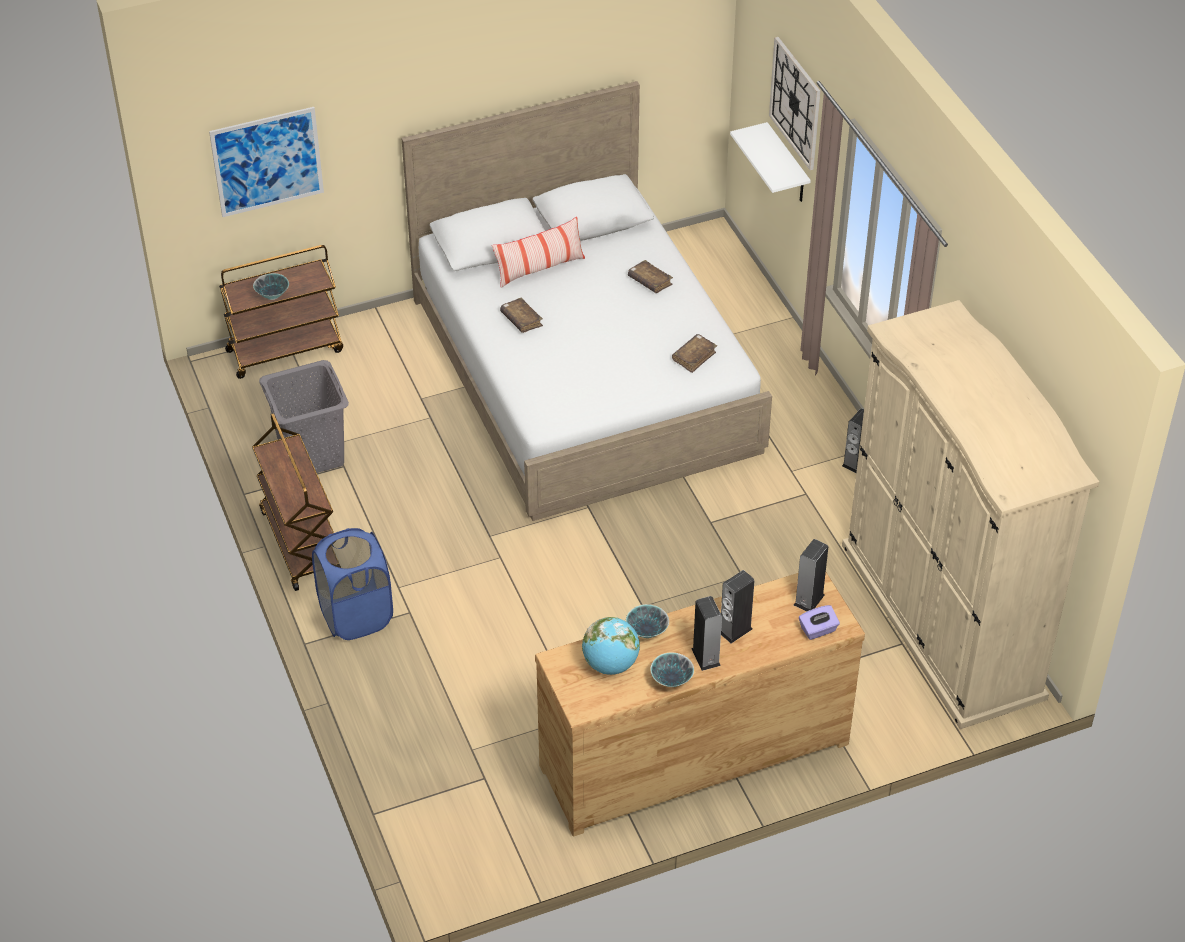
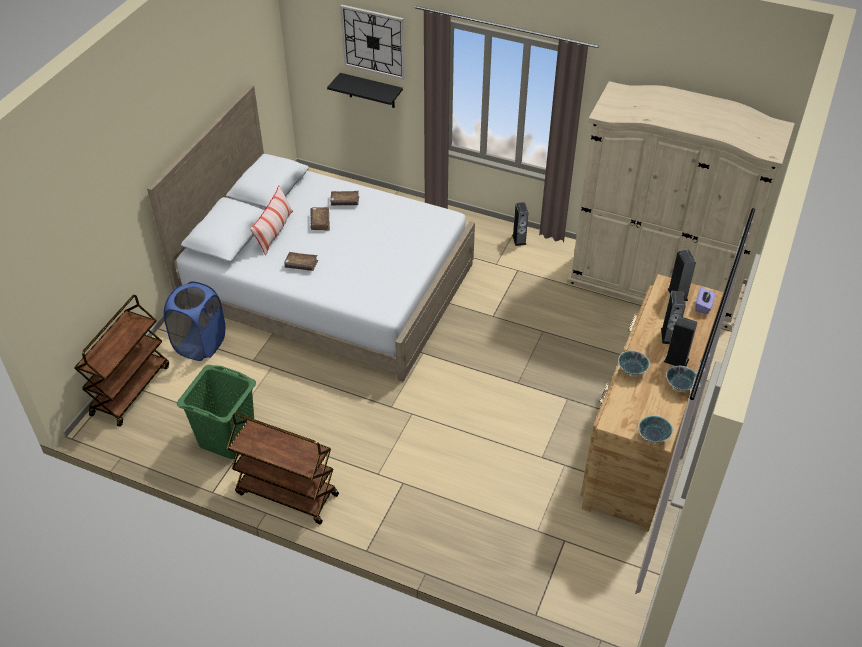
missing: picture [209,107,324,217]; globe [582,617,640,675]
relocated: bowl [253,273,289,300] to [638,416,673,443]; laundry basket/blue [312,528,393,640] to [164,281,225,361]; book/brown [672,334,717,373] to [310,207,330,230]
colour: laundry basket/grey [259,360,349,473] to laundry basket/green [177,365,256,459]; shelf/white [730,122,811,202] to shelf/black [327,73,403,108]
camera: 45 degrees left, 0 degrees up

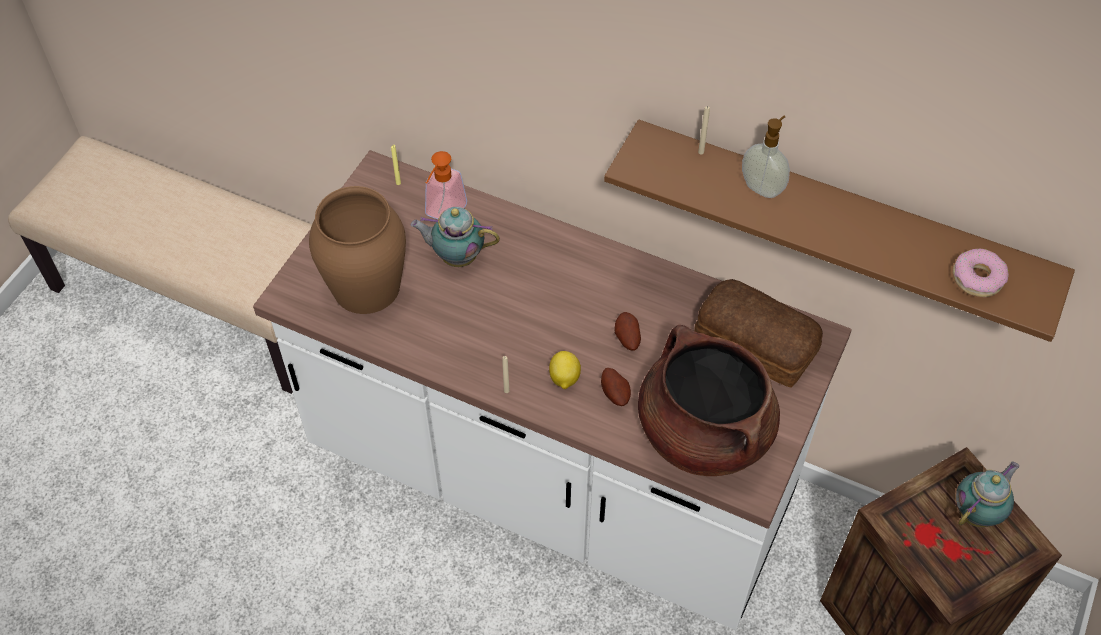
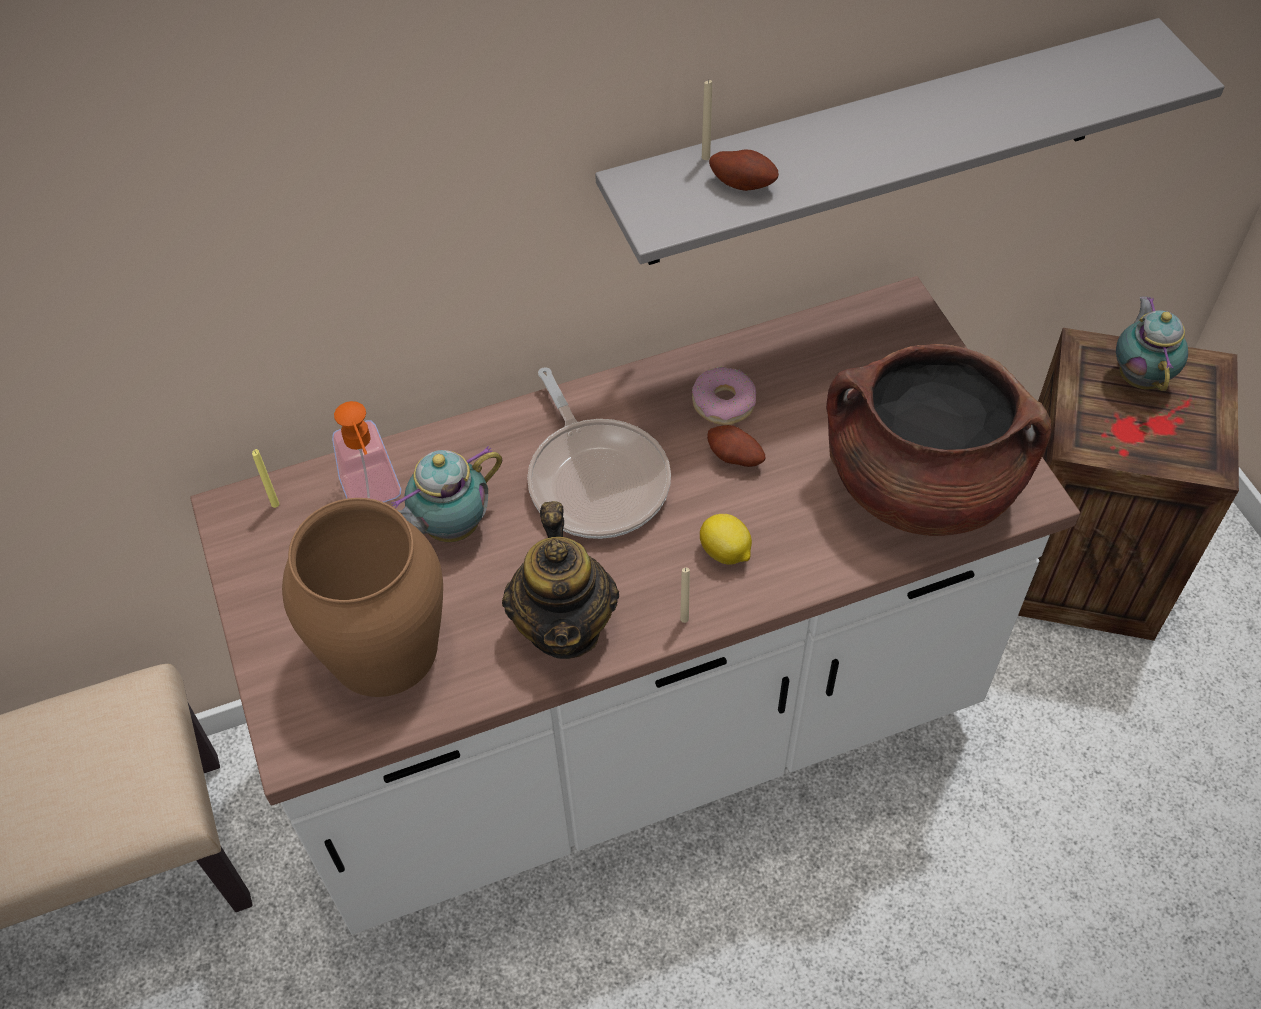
missing: bread [694,279,823,387]; soap dispenser [742,116,790,198]
appeared: teapot [502,501,619,659]; frying pan [527,367,671,539]
relocated: potato [601,368,631,406] to [709,150,779,191]; donut [953,249,1009,297] to [692,367,756,425]
colour: shelf/brown [604,120,1075,342] to shelf/grey [595,18,1225,265]
camera: 45 degrees left, 0 degrees up

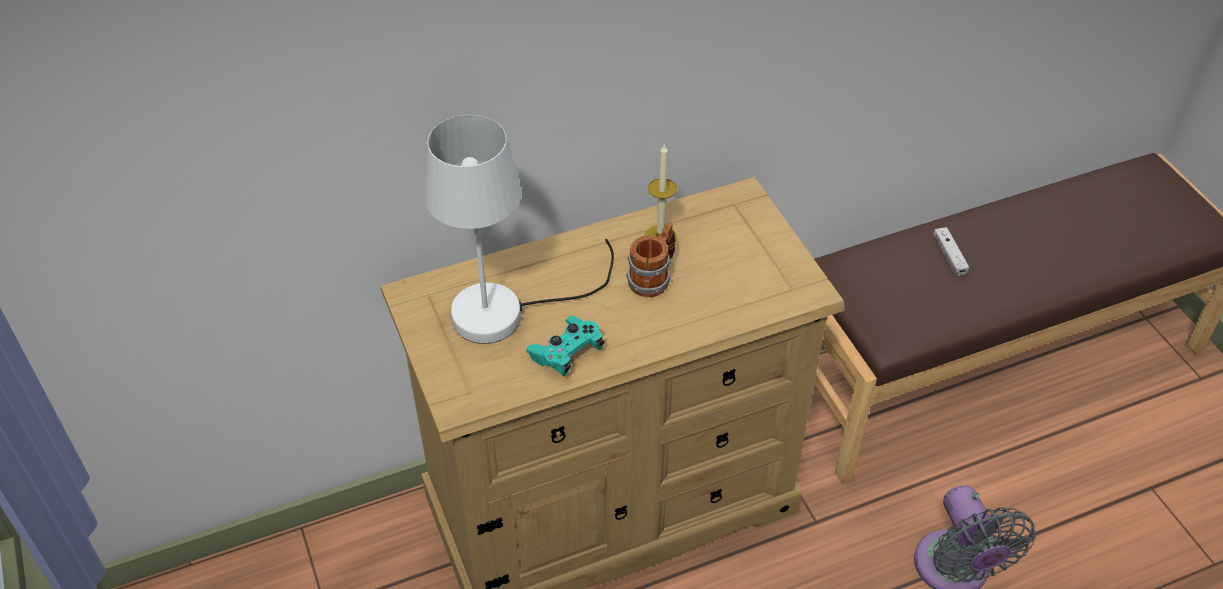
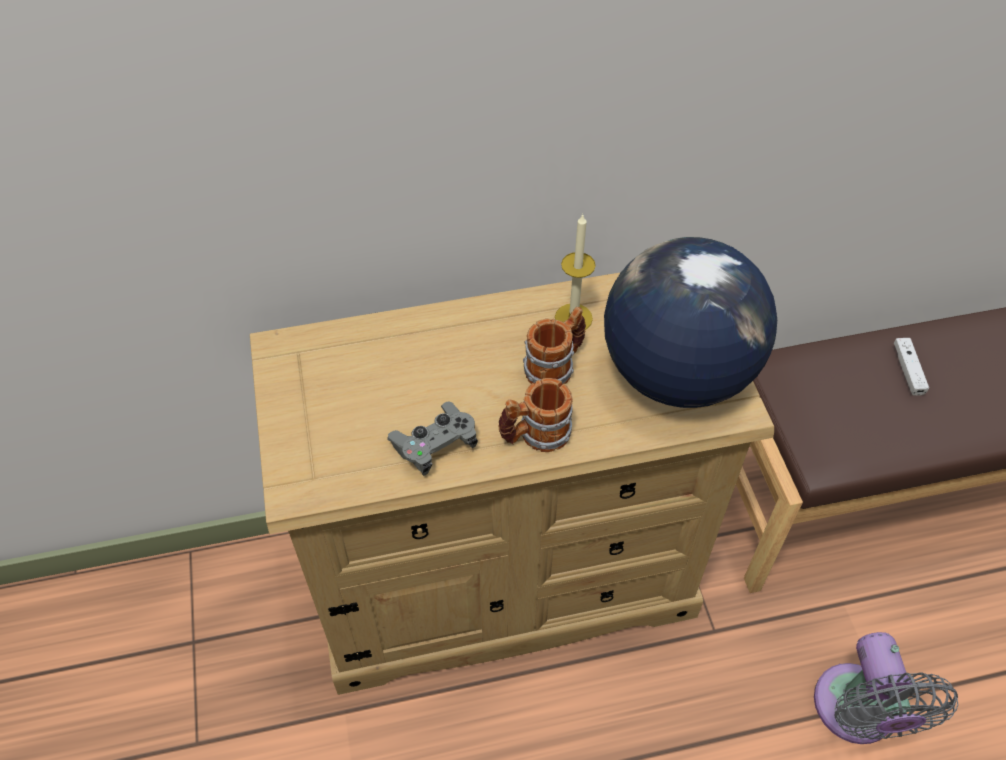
missing: table lamp/white [424,115,614,344]
appeared: mug [499,378,573,452]; globe [604,237,777,408]
colour: game controller/turquoise [526,316,604,376] to game controller/grey [387,401,478,476]
camera: 10 degrees right, 5 degrees up

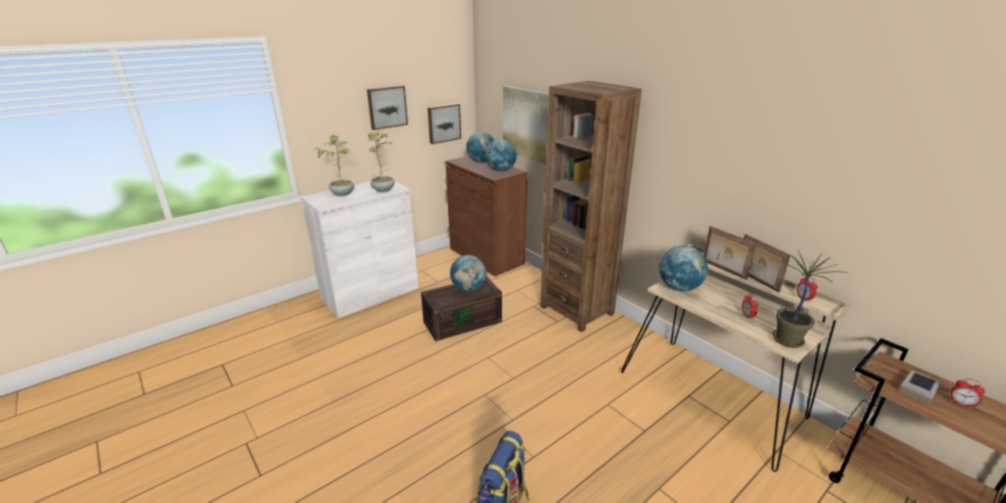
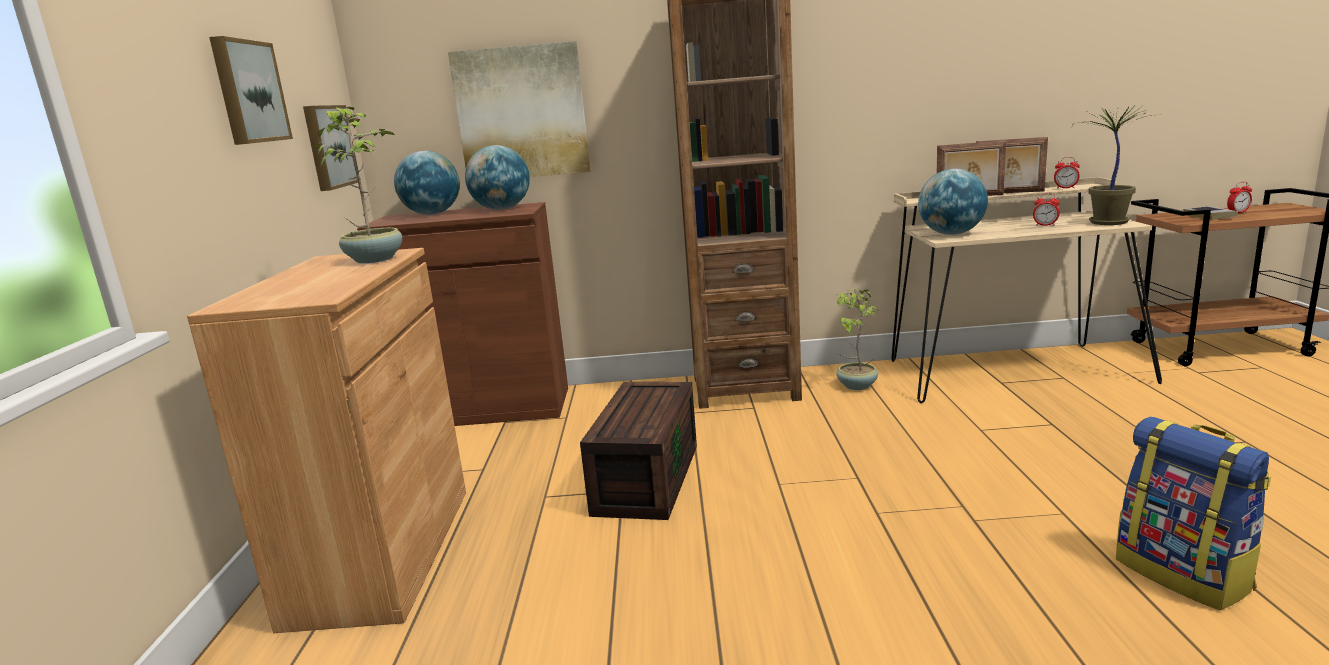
missing: globe [450,255,486,291]
relocated: potted plant [315,134,354,196] to [834,289,880,390]
colour: cabinet/white [301,181,419,318] to cabinet/brown [187,248,466,633]
camera: 50 degrees left, 10 degrees down

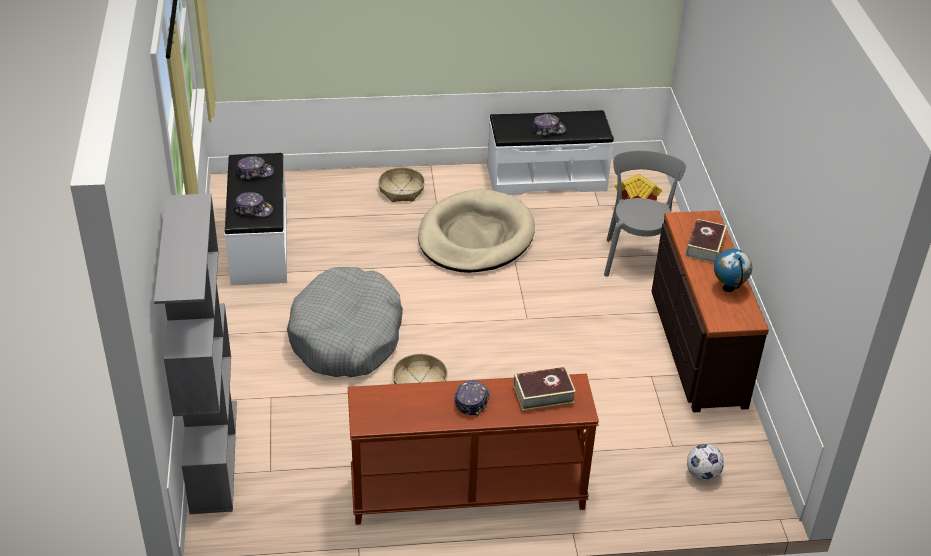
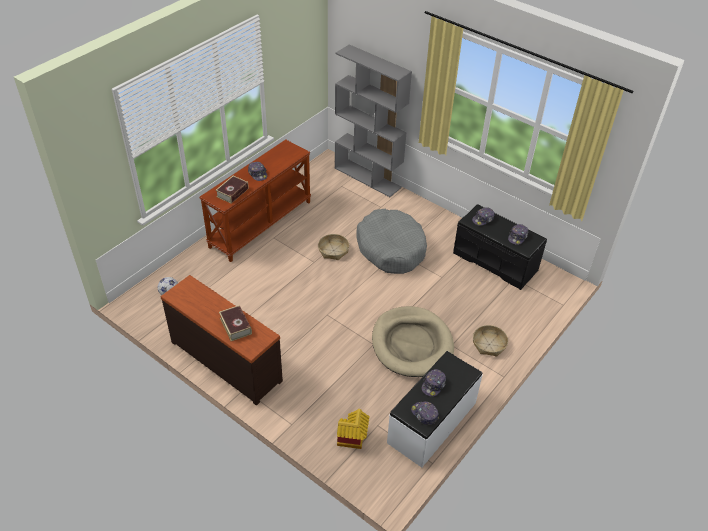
missing: chair/grey [604,151,686,277]; globe [714,249,752,292]
appeared: cap [411,401,439,425]
colour: bench/white [225,153,287,285] to bench/black [453,204,547,290]
camera: 135 degrees right, 5 degrees up

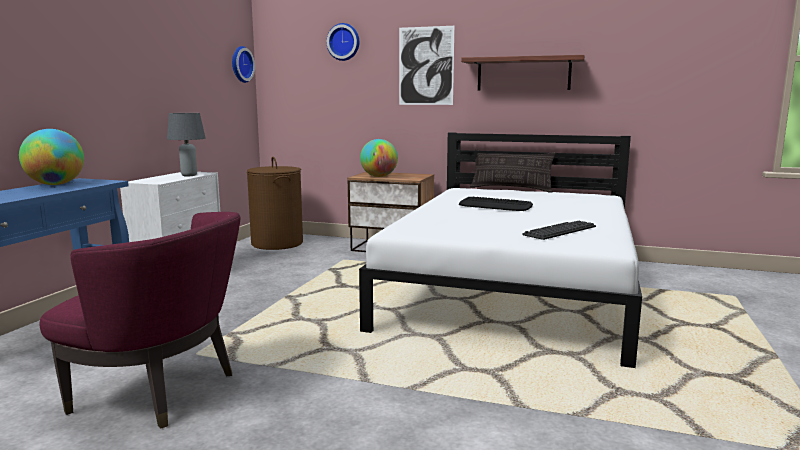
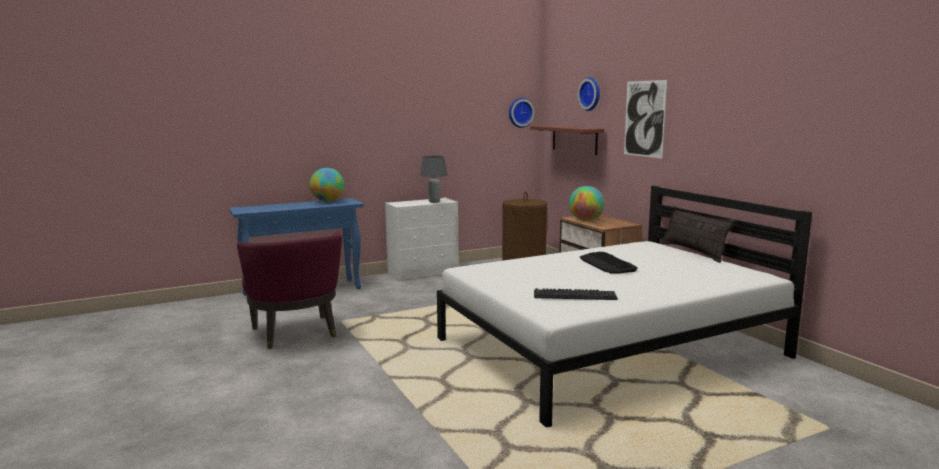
relocated: shelf [461,55,585,90] to [531,125,604,155]
camera: 45 degrees right, 0 degrees up

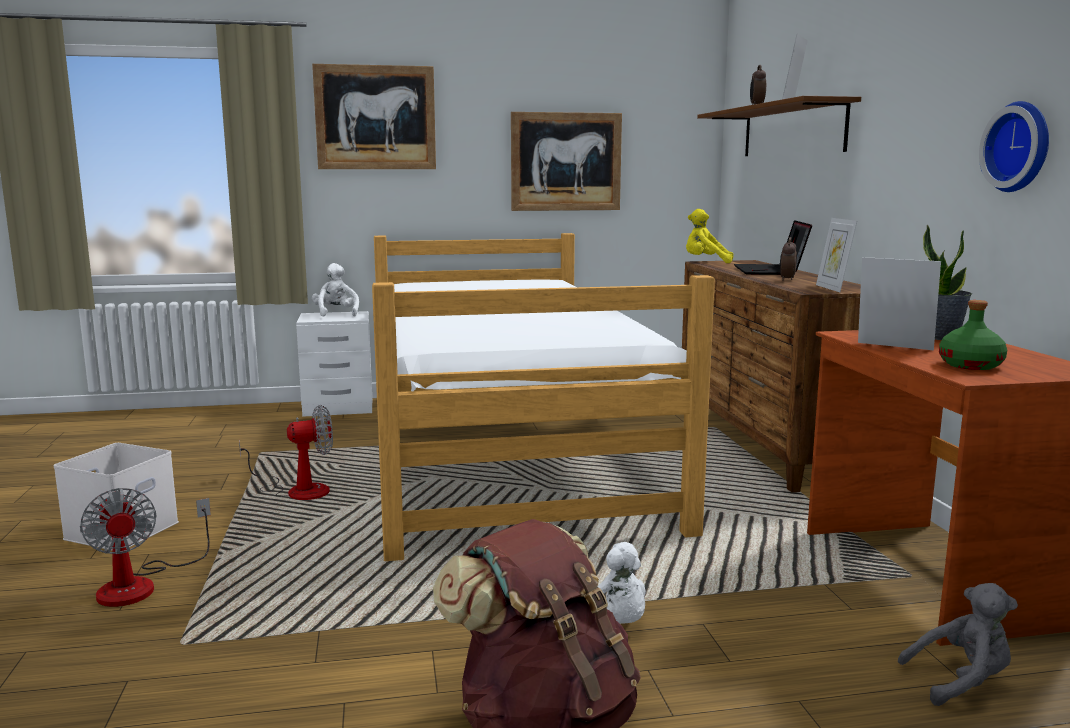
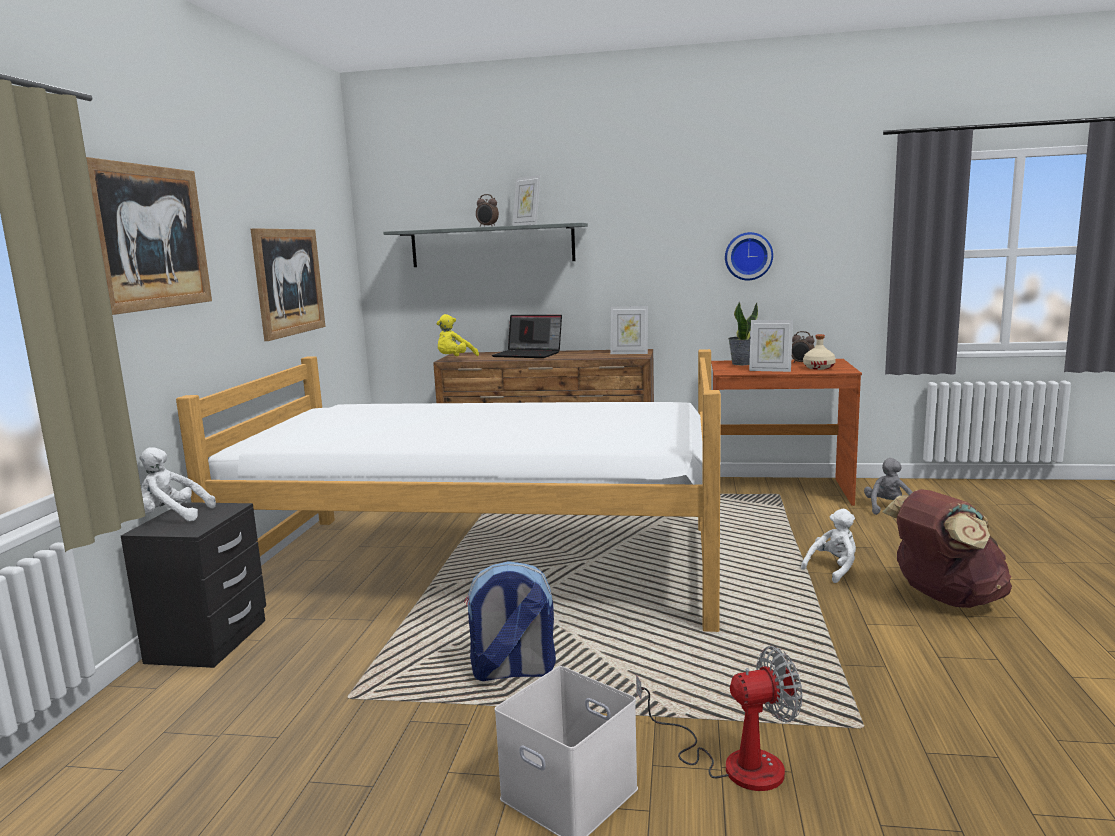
relocated: alarm clock [780,237,797,281] to [792,331,815,363]
exchanged: fan [239,405,333,500] to backpack [464,561,556,681]
colour: nightstand/white [296,311,372,417] to nightstand/black [121,502,266,668]; shelf/brown [697,96,861,156] to shelf/grey [383,223,588,267]; bottle/green [939,300,1007,370] to bottle/beige [803,334,836,370]
spun: picture frame [858,257,941,350] = [749,320,793,372] 120 degrees counterclockwise
camera: 70 degrees left, 0 degrees up

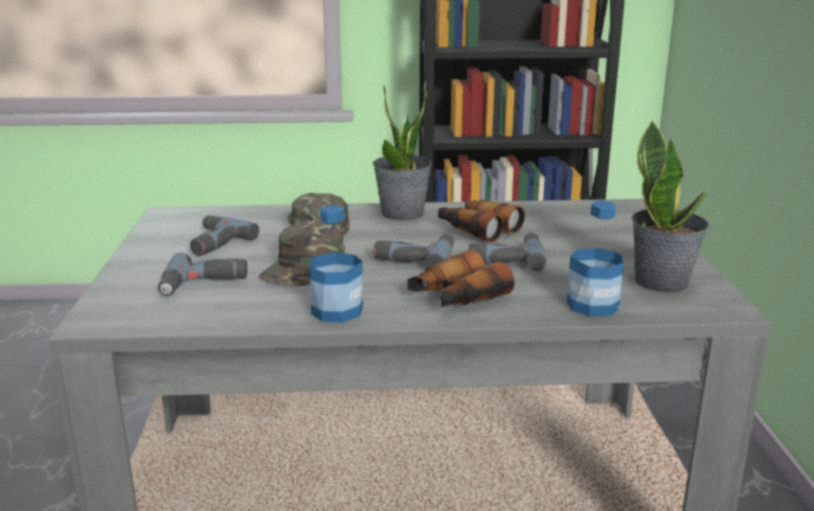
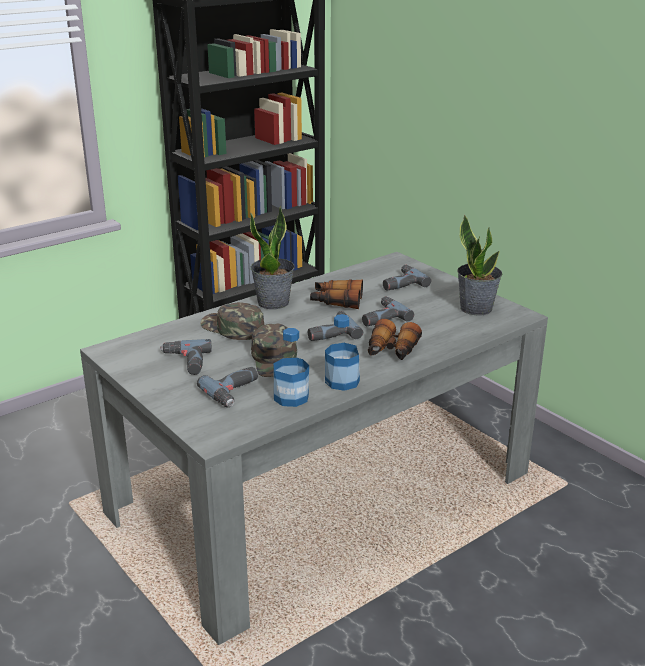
appeared: power drill [383,265,431,290]
relocated: bottle [567,201,624,317] to [273,328,309,407]
camera: 35 degrees left, 5 degrees up

